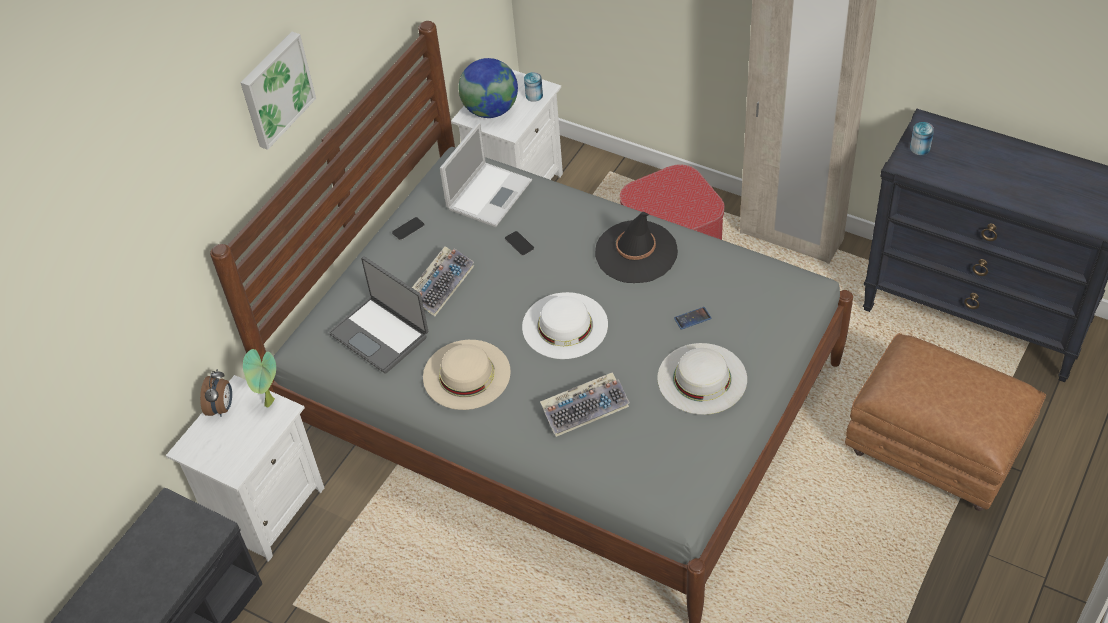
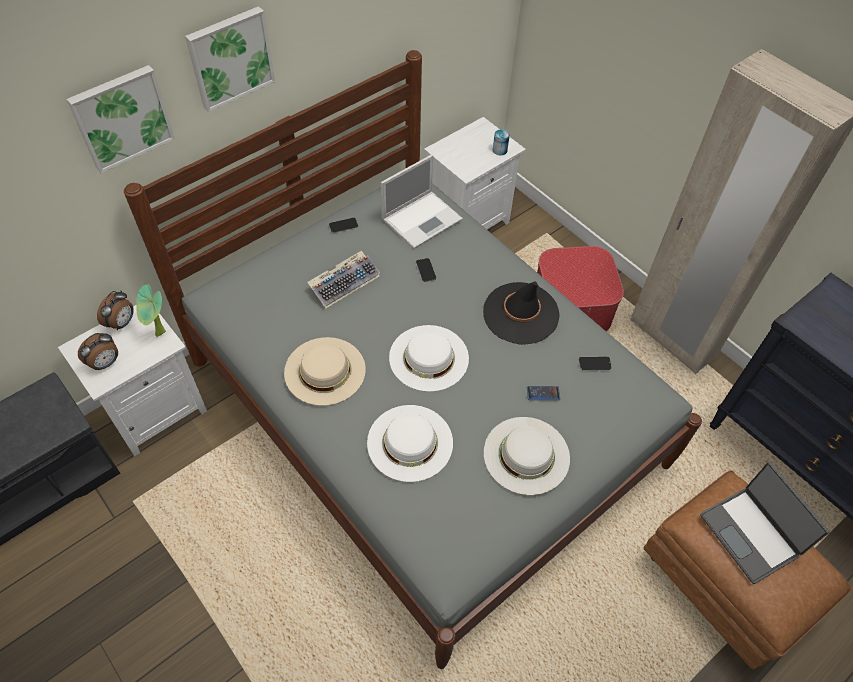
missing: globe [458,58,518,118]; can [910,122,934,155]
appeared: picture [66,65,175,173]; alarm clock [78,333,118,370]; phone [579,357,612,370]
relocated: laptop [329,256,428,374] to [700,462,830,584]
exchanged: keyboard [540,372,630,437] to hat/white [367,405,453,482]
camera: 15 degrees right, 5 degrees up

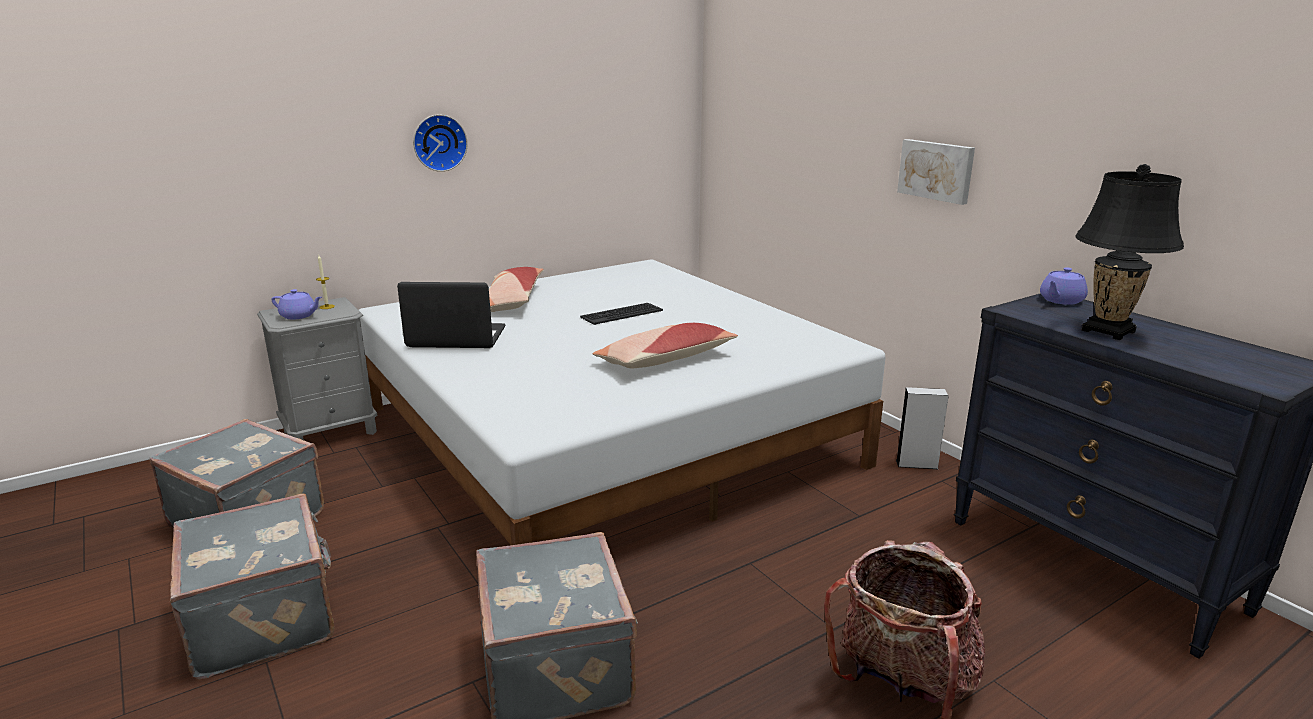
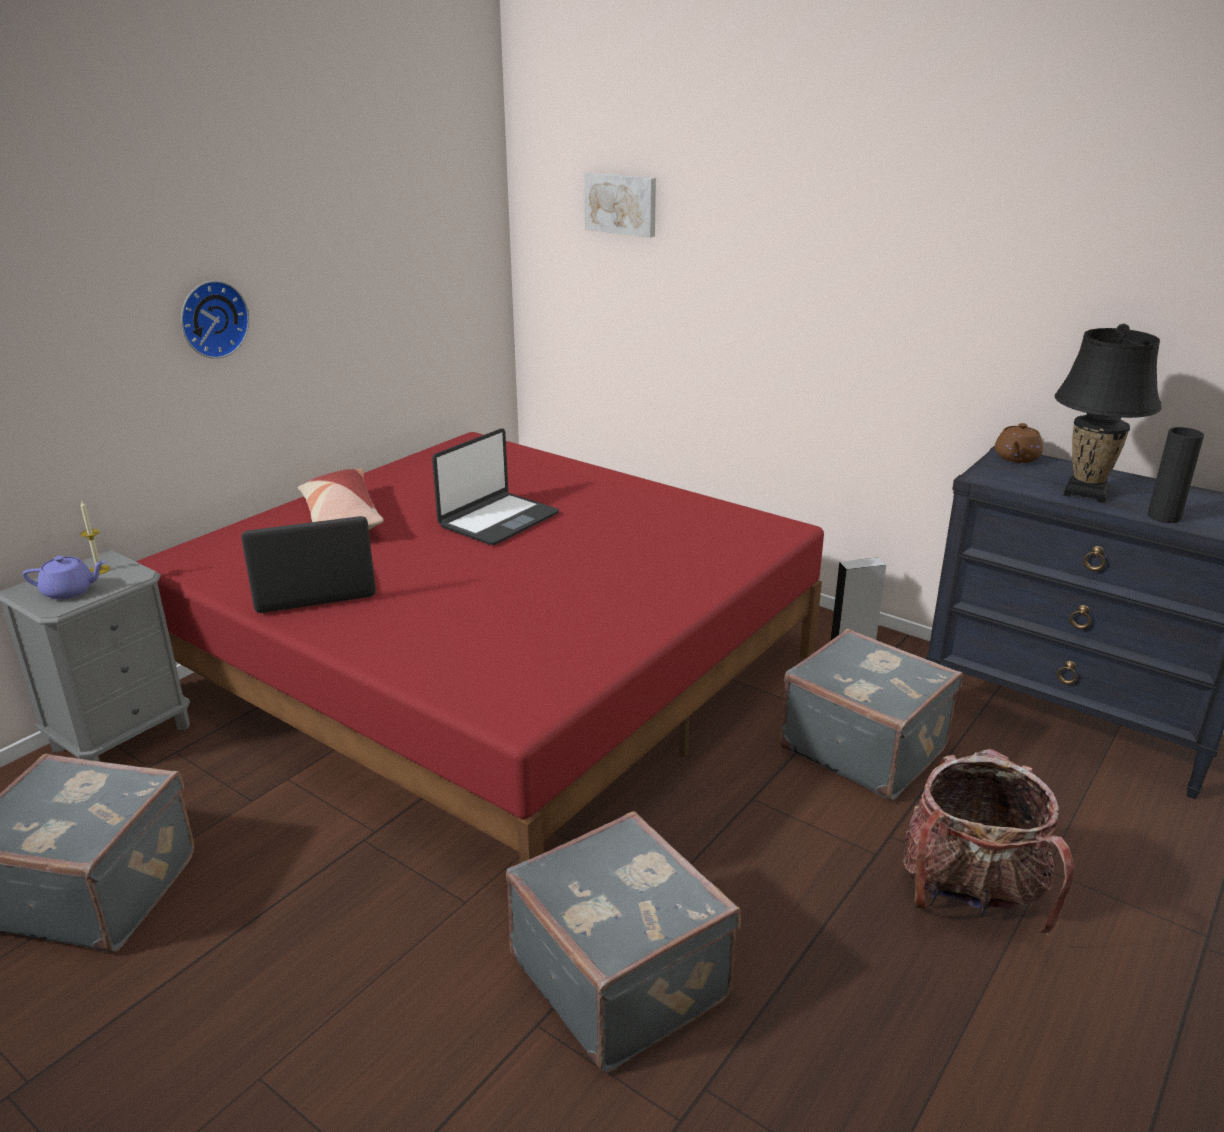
missing: pillow [593,323,738,368]
appeared: vase/black [1147,427,1204,523]
relocated: suitcase/grey [170,493,334,679] to [779,629,963,801]; picture [897,139,975,205] to [584,172,656,238]
exchanged: keyboard [580,303,663,325] to laptop [432,428,559,545]
colour: bed/white [359,259,886,545] to bed/red [136,432,824,863]; teapot/purple [1040,267,1088,305] to teapot/brown [995,423,1043,463]
camera: 20 degrees left, 5 degrees up

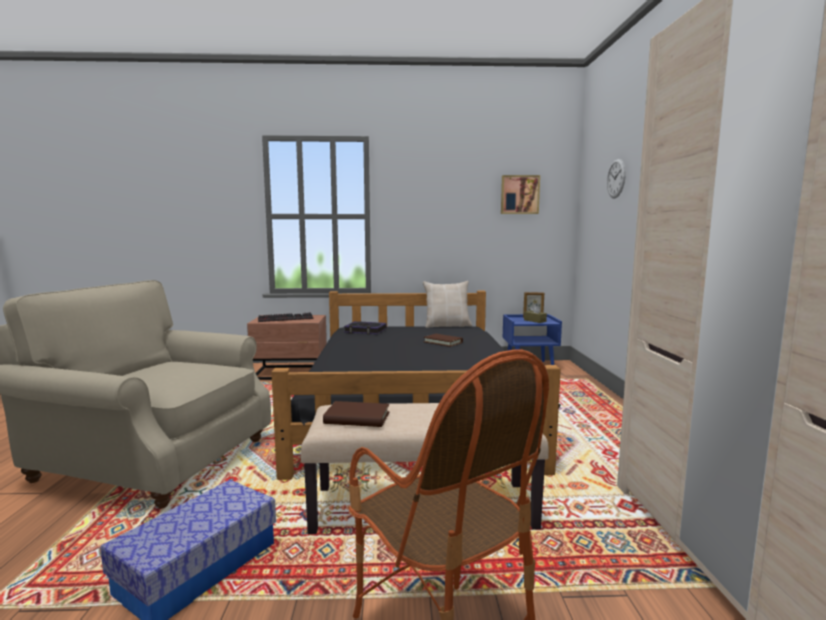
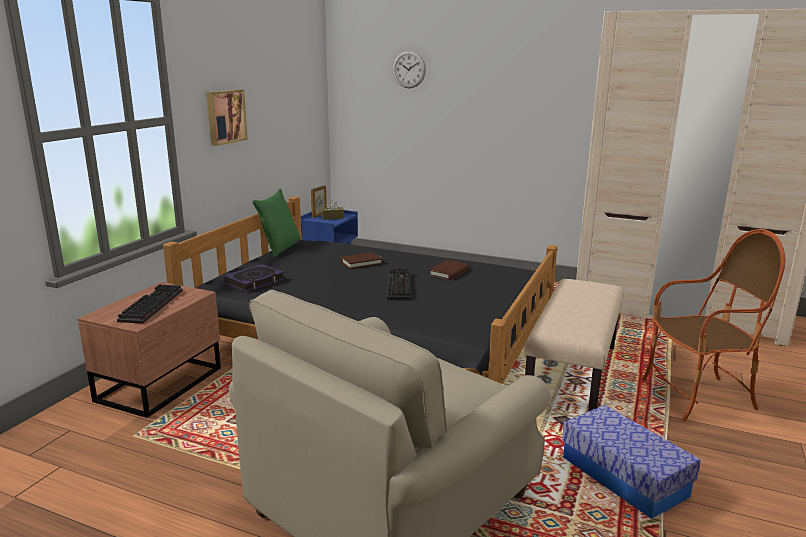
appeared: keyboard [387,268,410,299]
relocated: book/brown [323,401,389,427] to [429,260,469,280]; picture [501,175,540,214] to [206,89,248,146]
colour: pillow/beige [423,281,472,328] to pillow/green [252,188,301,257]
camera: 65 degrees left, 10 degrees up

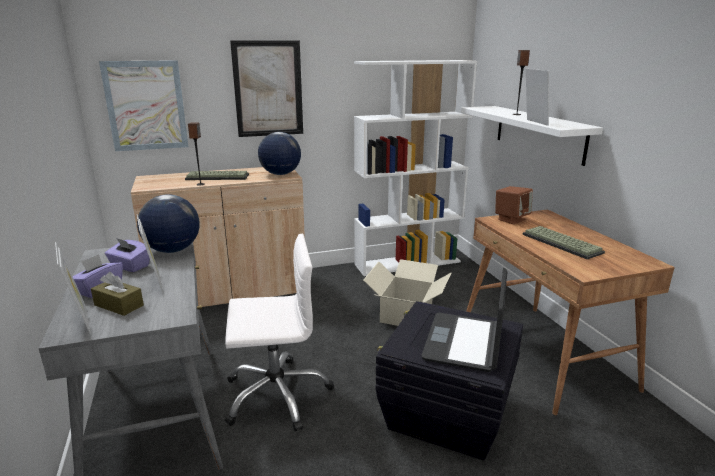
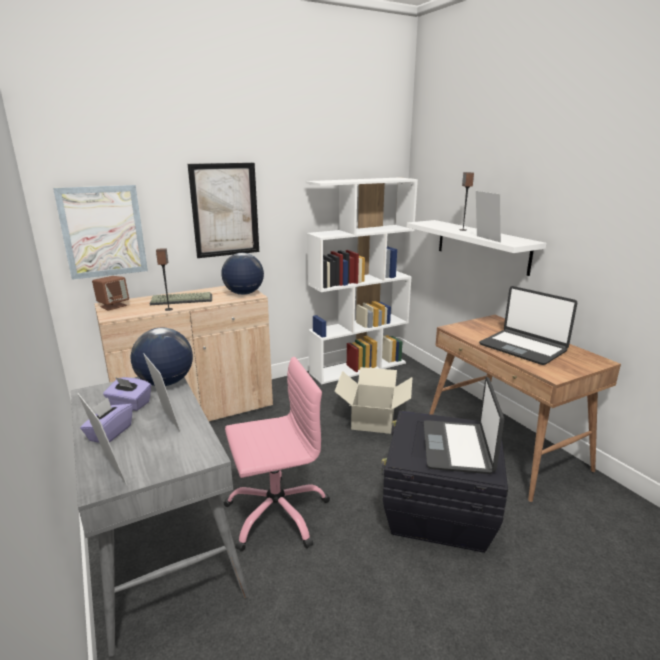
missing: tissue box/brown [91,272,144,316]
relocated: speaker/brown [495,186,533,224] to [92,276,129,311]
exchanged: keyboard [522,226,605,259] to laptop [479,286,577,365]
colour: office chair/white [225,234,334,431] to office chair/pink [224,357,330,552]
camera: 10 degrees left, 0 degrees up

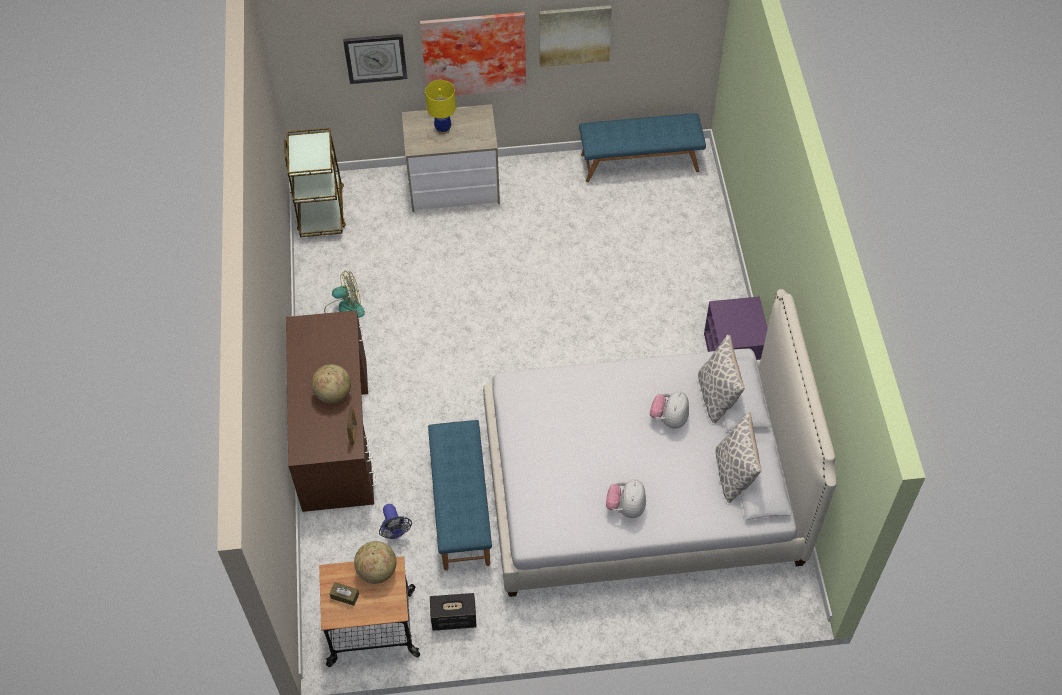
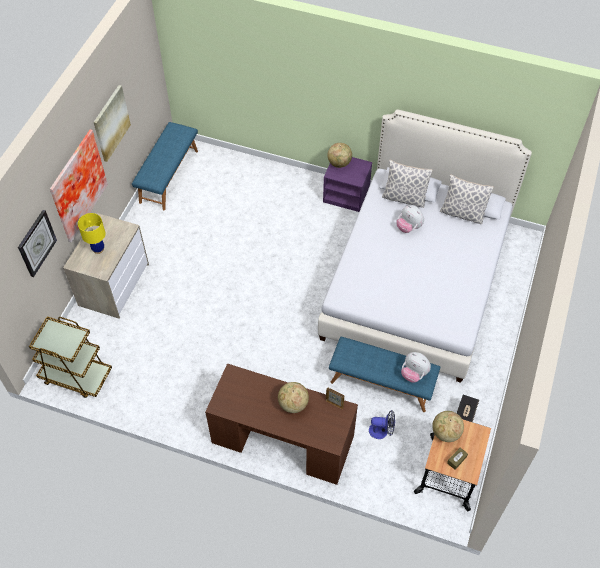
missing: fan [324,270,365,318]
appeared: globe [328,143,352,168]
relocated: plush toy [606,479,646,518] to [401,352,431,383]
camera: 65 degrees left, 0 degrees up

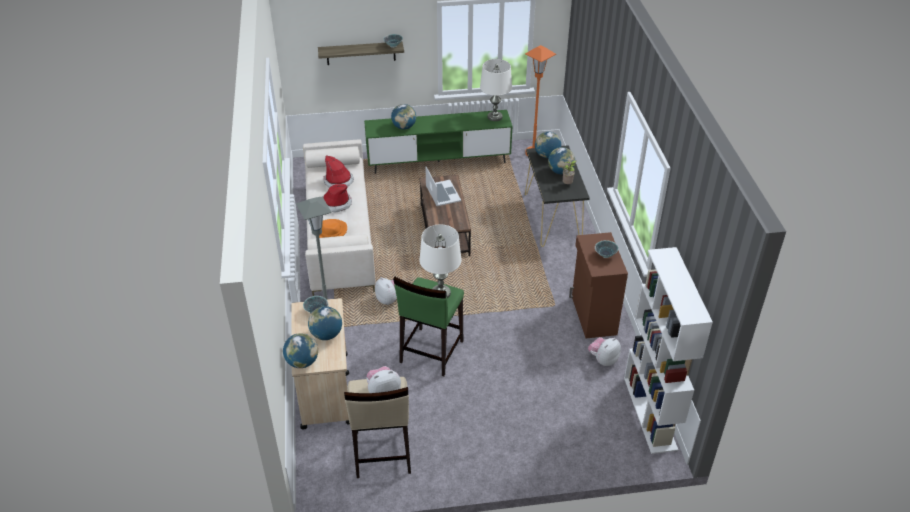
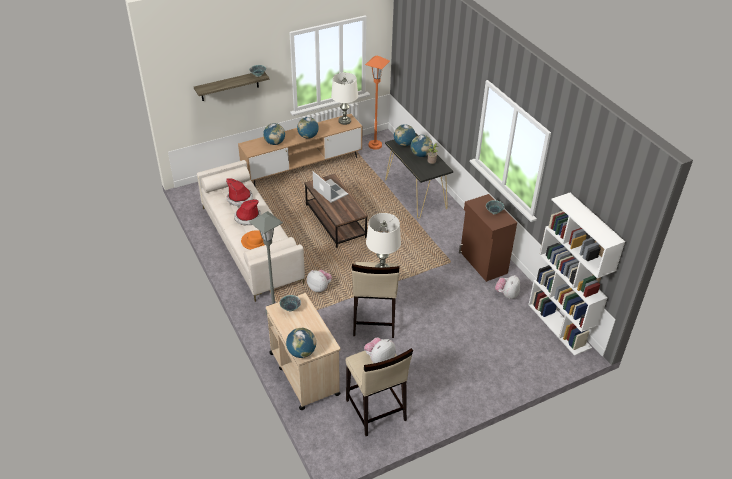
relocated: globe [308,306,342,340] to [297,117,319,139]
colour: tv stand/green [364,110,512,174] to tv stand/brown [238,114,363,186]; stool/green [393,277,464,376] to stool/beige [352,262,399,338]
camera: 20 degrees left, 0 degrees up

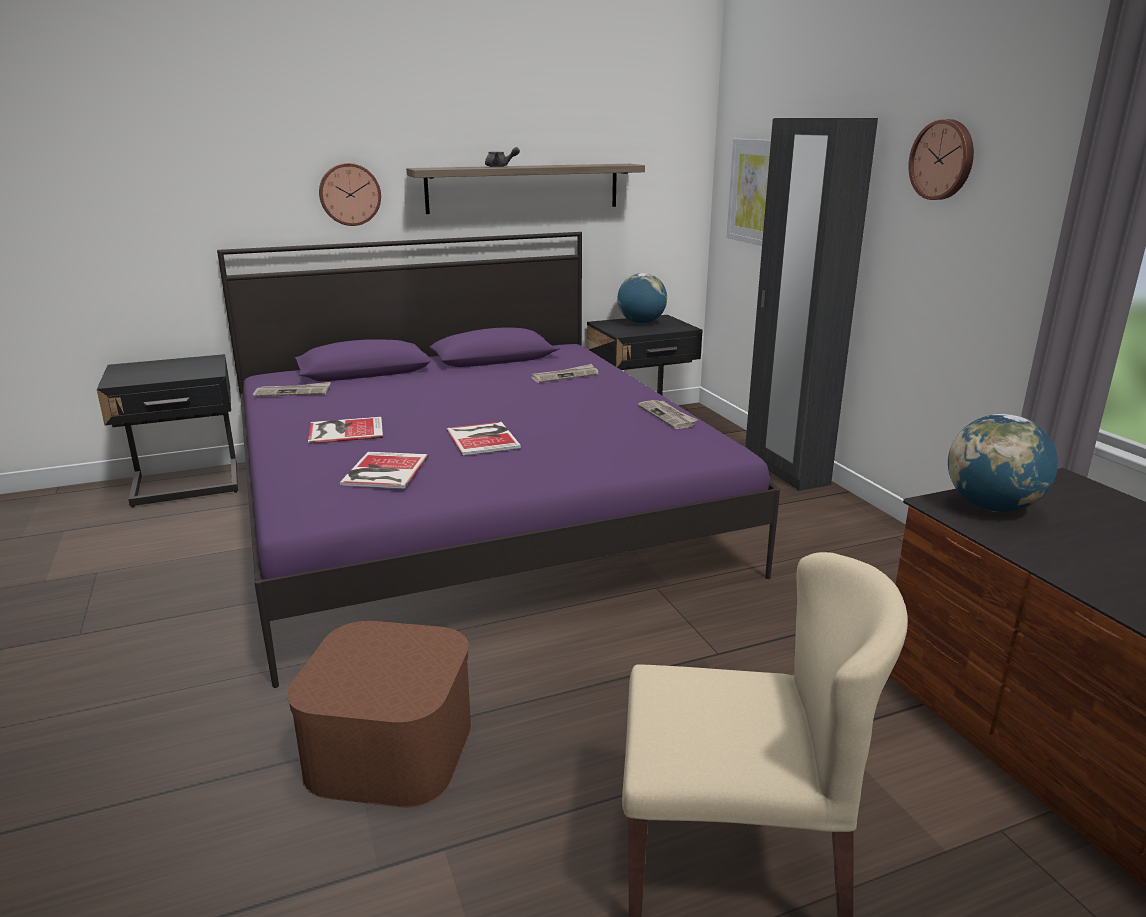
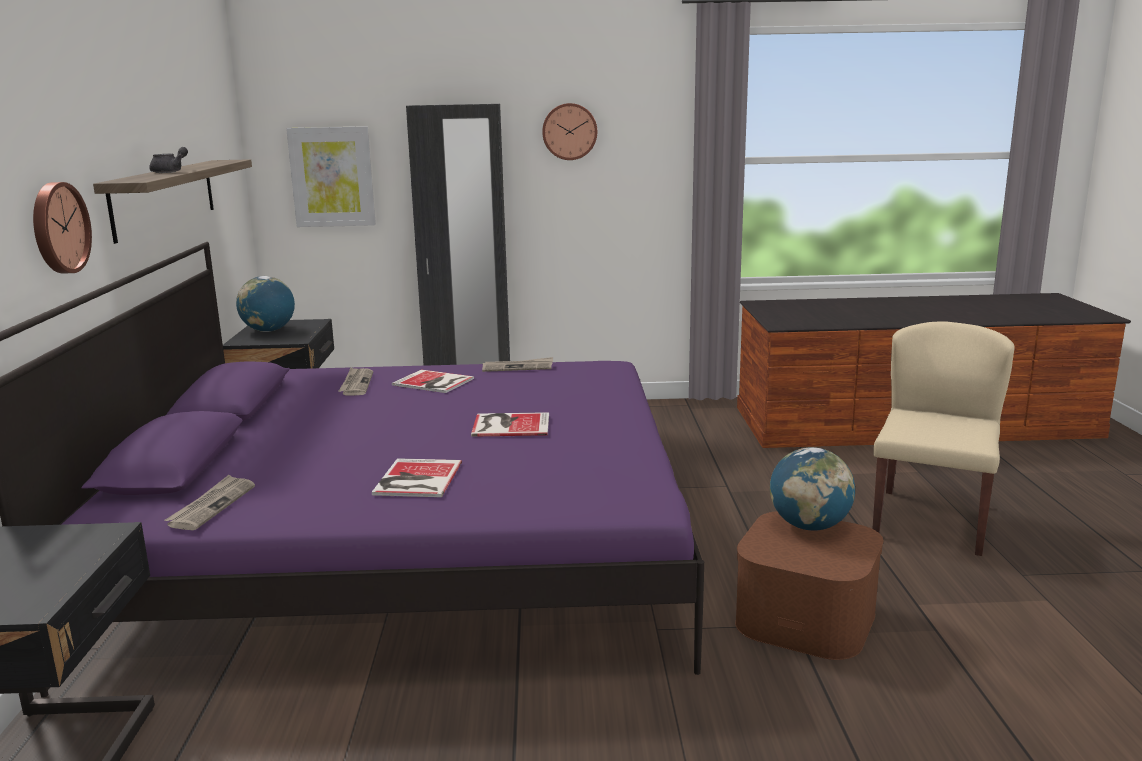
relocated: book [340,452,428,488] to [392,369,474,393]; globe [948,414,1058,512] to [770,447,855,531]
camera: 70 degrees left, 5 degrees down

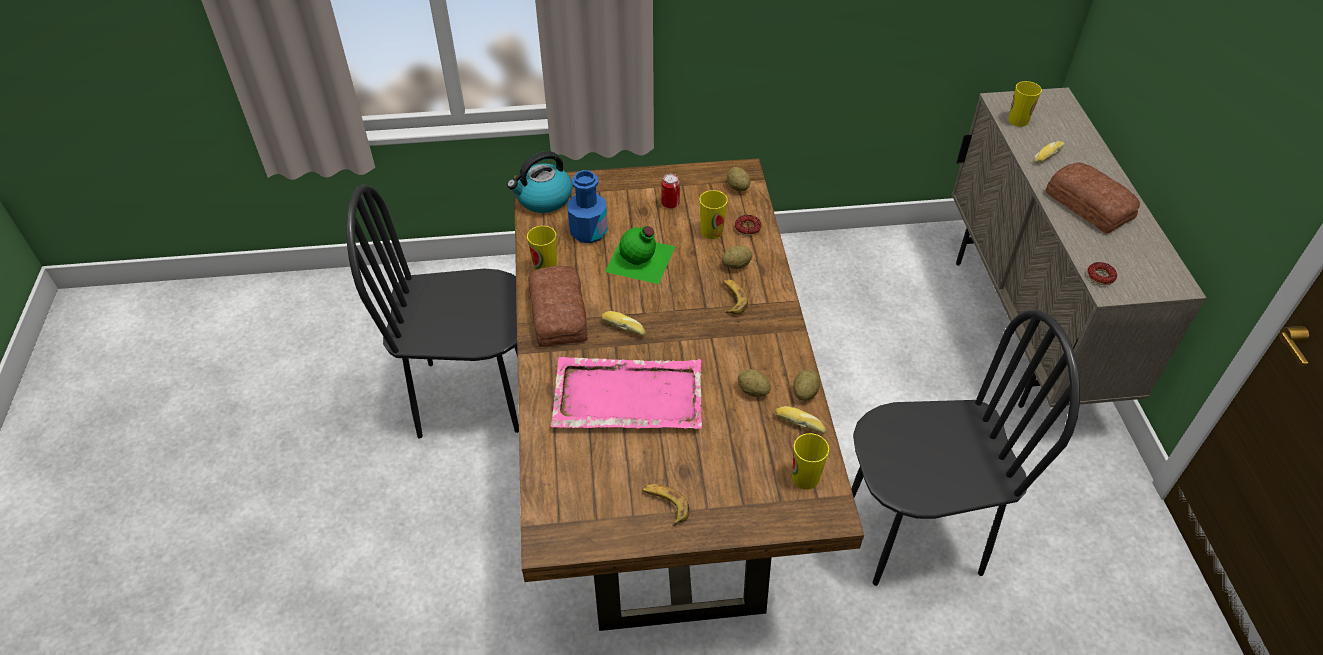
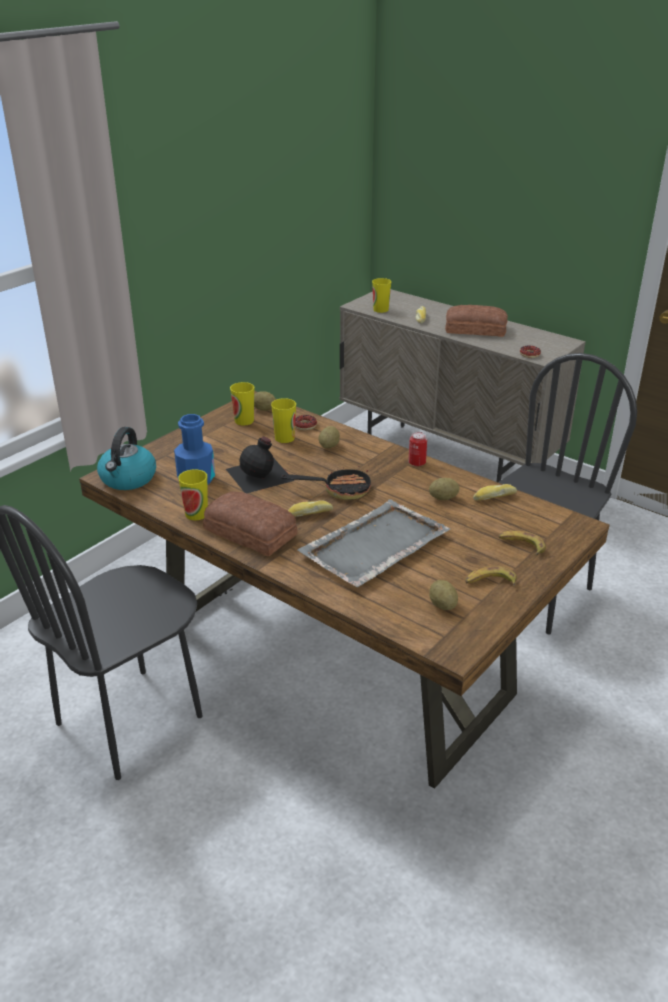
appeared: frying pan [281,466,371,500]
relocated: can [661,174,680,208] to [408,432,427,466]; banana [723,279,748,315] to [499,531,546,556]; cup [792,433,829,490] to [230,382,255,426]; potato [793,369,820,401] to [429,580,458,610]
colour: tray/pink [551,357,702,429] to tray/grey [297,500,450,587]; bottle/green [605,226,675,284] to bottle/black [226,437,294,493]
camera: 45 degrees left, 15 degrees down

